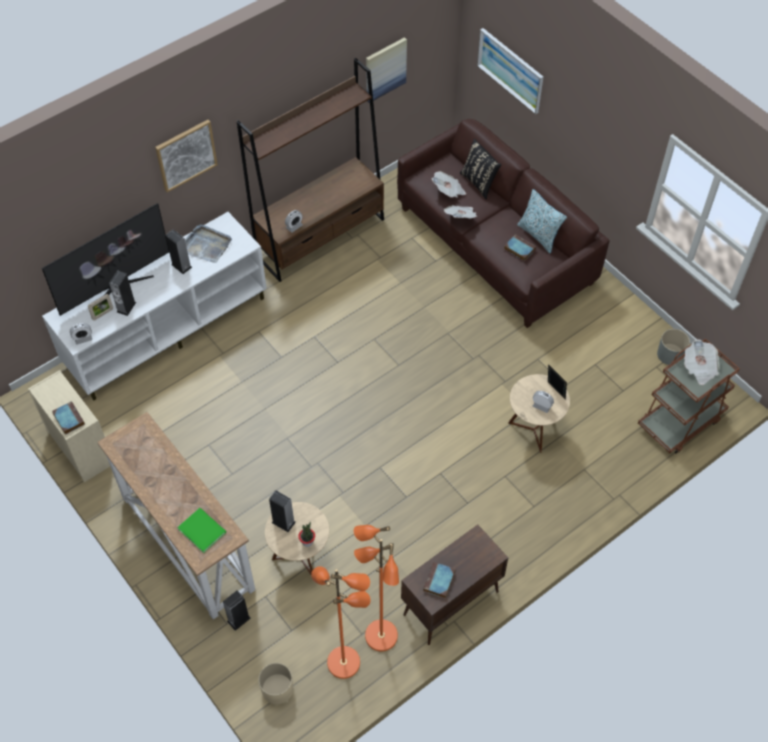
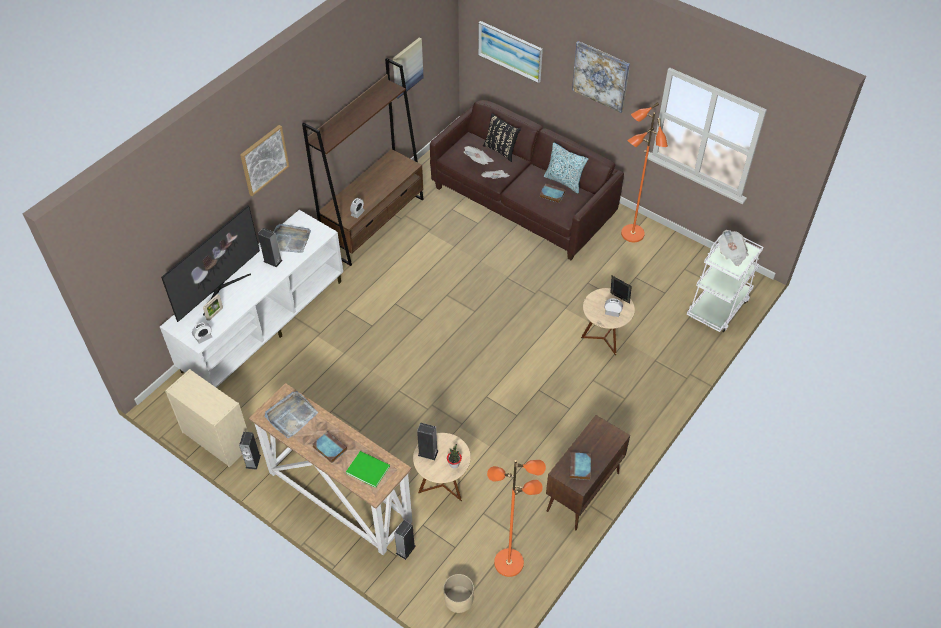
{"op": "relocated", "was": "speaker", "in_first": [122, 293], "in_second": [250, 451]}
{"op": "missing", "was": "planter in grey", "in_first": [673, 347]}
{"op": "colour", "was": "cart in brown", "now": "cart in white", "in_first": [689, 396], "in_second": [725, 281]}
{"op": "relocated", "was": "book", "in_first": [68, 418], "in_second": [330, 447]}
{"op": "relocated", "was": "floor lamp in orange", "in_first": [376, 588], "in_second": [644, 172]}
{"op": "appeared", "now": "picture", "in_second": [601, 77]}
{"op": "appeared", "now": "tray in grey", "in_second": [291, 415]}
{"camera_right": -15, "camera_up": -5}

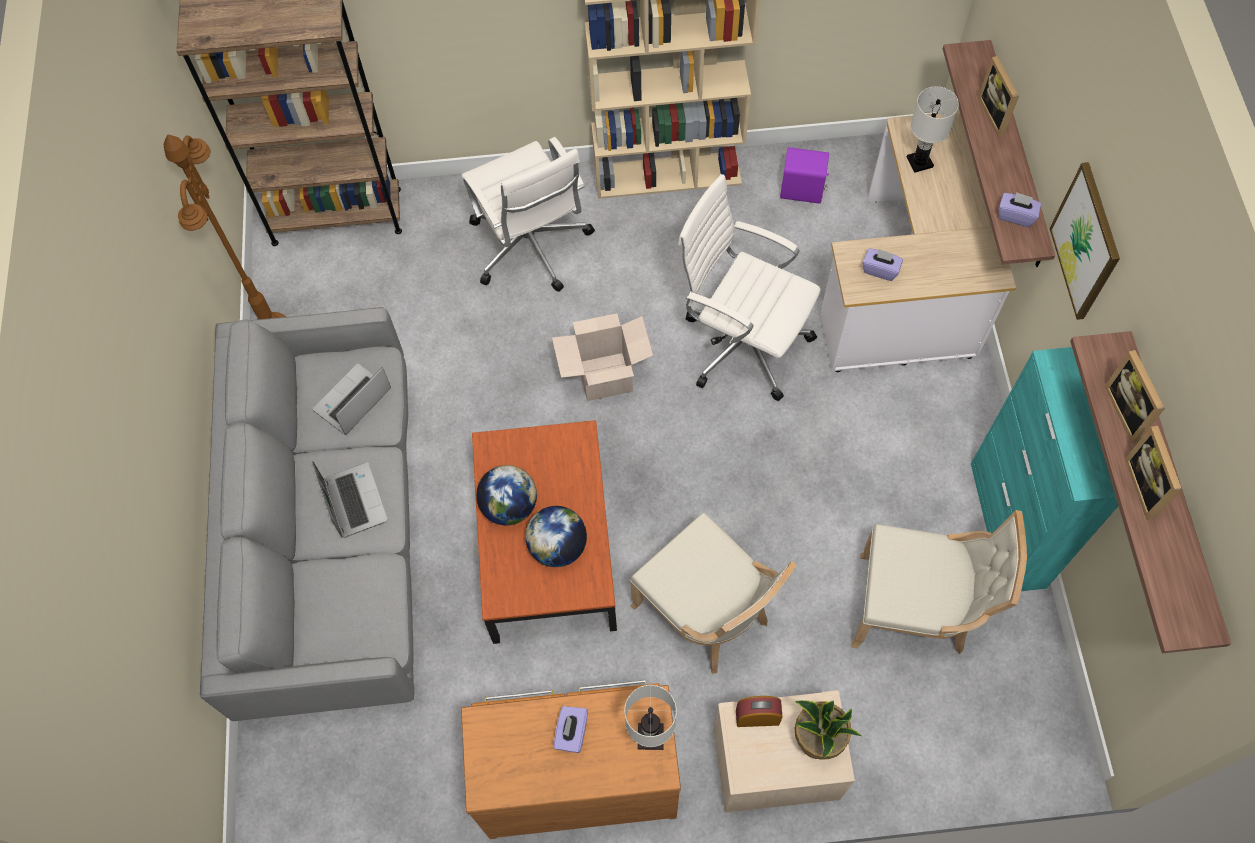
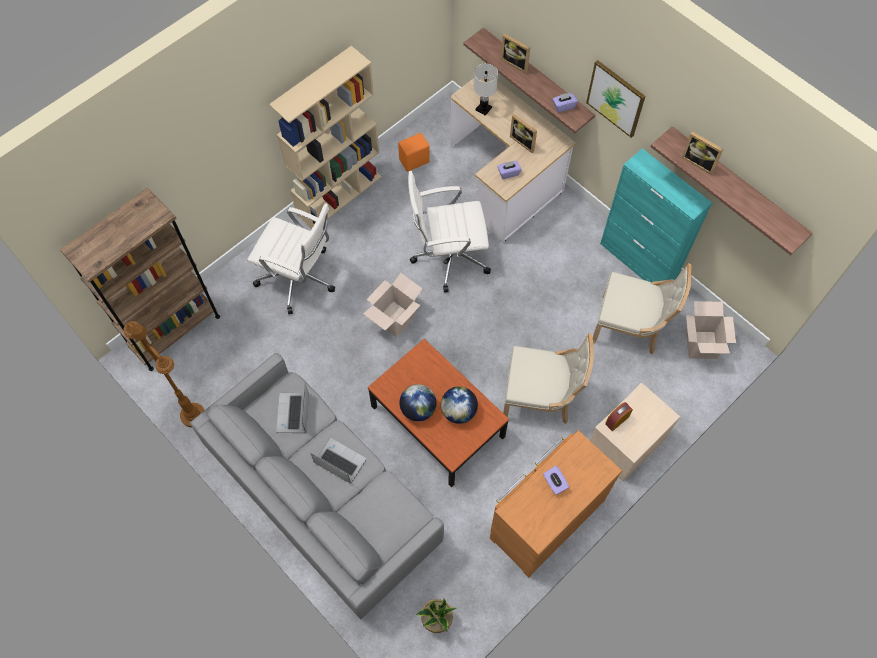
{"op": "colour", "was": "speaker in purple", "now": "speaker in orange", "in_first": [804, 175], "in_second": [414, 152]}
{"op": "relocated", "was": "picture frame", "in_first": [1153, 473], "in_second": [523, 133]}
{"op": "spun", "was": "chair in beige", "in_first": [939, 582], "in_second": [642, 308], "clockwise": 45}
{"op": "missing", "was": "table lamp in white", "in_first": [650, 717]}
{"op": "relocated", "was": "potted plant", "in_first": [828, 729], "in_second": [436, 615]}
{"op": "appeared", "now": "cardboard box", "in_second": [711, 330]}
{"camera_right": -40, "camera_up": 0}

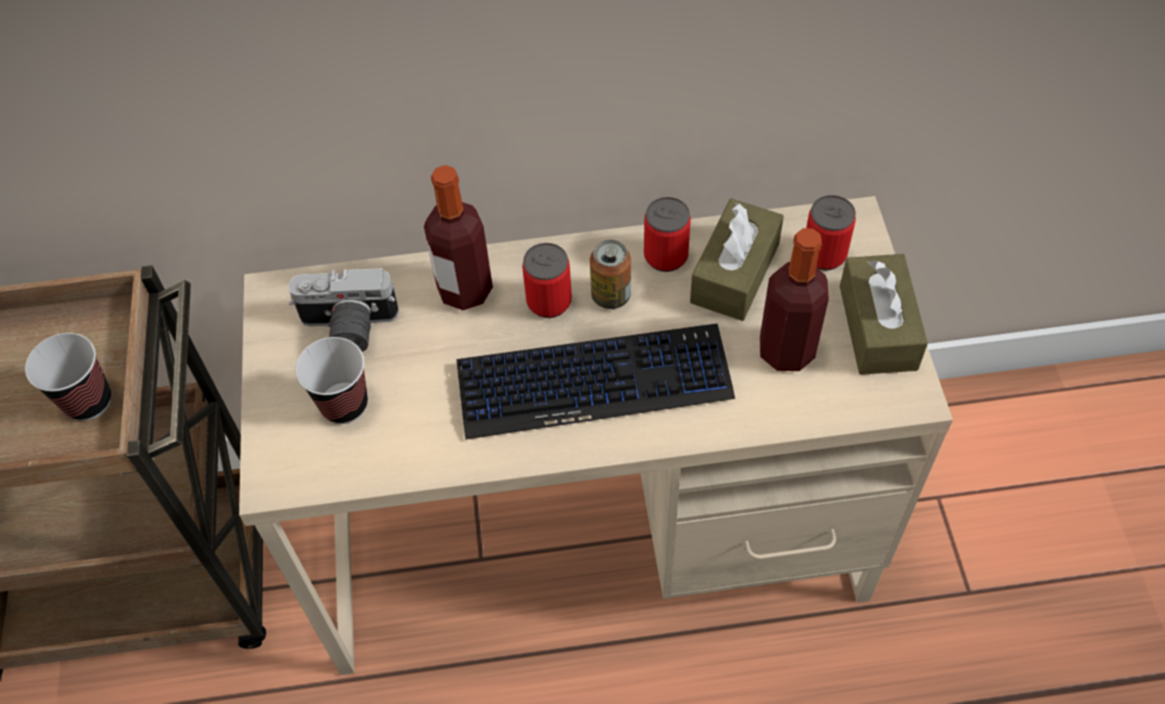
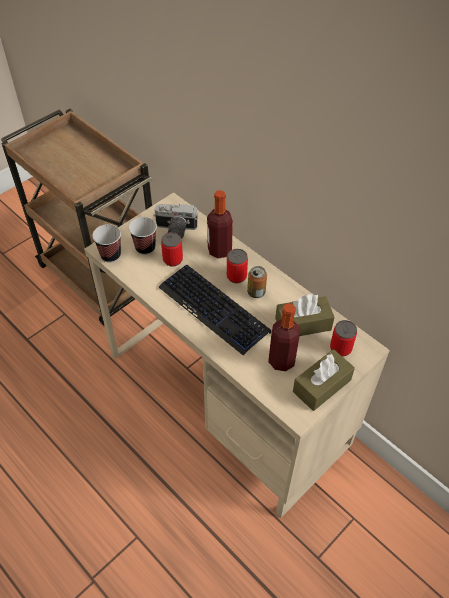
{"op": "relocated", "was": "can", "in_first": [667, 234], "in_second": [172, 249]}
{"op": "spun", "was": "photo camera", "in_first": [344, 310], "in_second": [175, 221], "clockwise": -45}
{"op": "relocated", "was": "cup", "in_first": [68, 377], "in_second": [106, 243]}
{"camera_right": 50, "camera_up": -5}

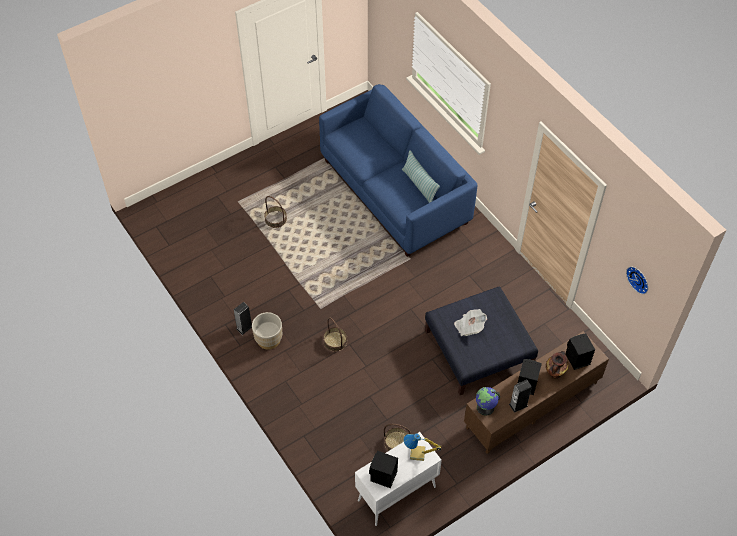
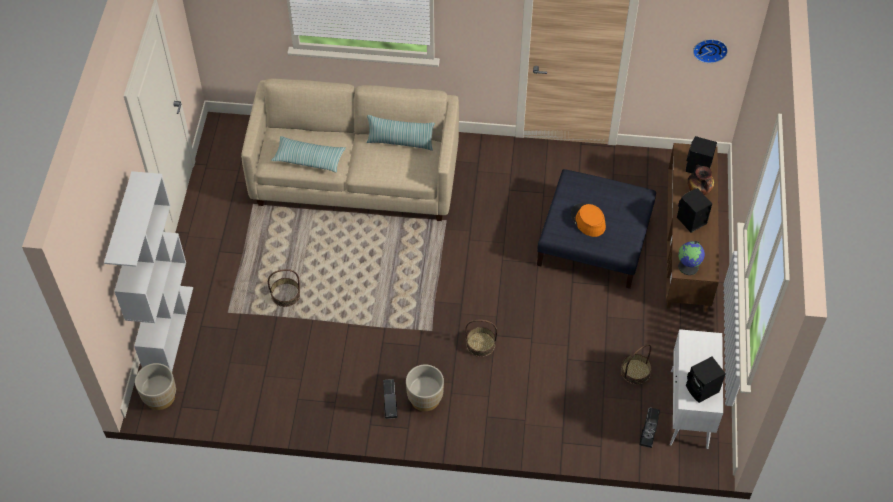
{"op": "colour", "was": "sofa in blue", "now": "sofa in beige", "in_first": [398, 170], "in_second": [350, 150]}
{"op": "exchanged", "was": "newspaper", "now": "hat in orange", "in_first": [470, 322], "in_second": [588, 220]}
{"op": "relocated", "was": "speaker", "in_first": [520, 396], "in_second": [650, 428]}
{"op": "missing", "was": "table lamp", "in_first": [422, 447]}
{"op": "appeared", "now": "pillow", "in_second": [308, 154]}
{"op": "appeared", "now": "bookcase in white", "in_second": [148, 271]}
{"op": "appeared", "now": "planter in beige", "in_second": [155, 386]}
{"camera_right": -50, "camera_up": 0}

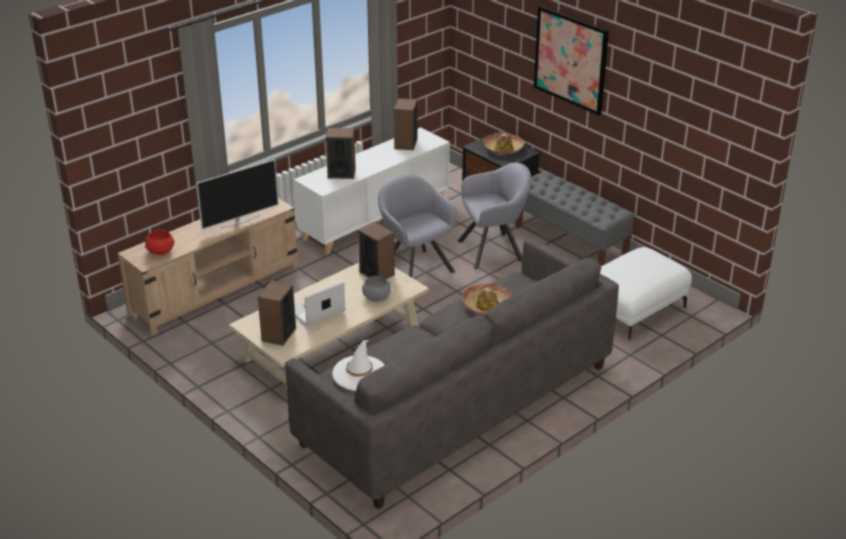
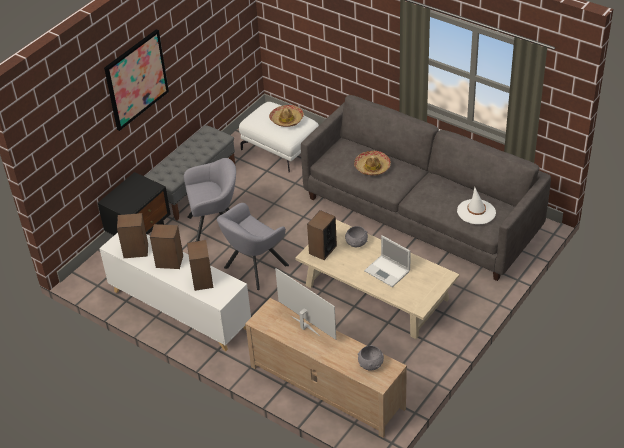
{"op": "relocated", "was": "hat", "in_first": [504, 143], "in_second": [286, 116]}
{"op": "spun", "was": "armchair in grey", "in_first": [494, 215], "in_second": [210, 199], "clockwise": 105}
{"op": "colour", "was": "bowl in red", "now": "bowl in grey", "in_first": [160, 242], "in_second": [371, 358]}
{"op": "relocated", "was": "speaker", "in_first": [277, 313], "in_second": [166, 246]}
{"camera_right": -100, "camera_up": 10}

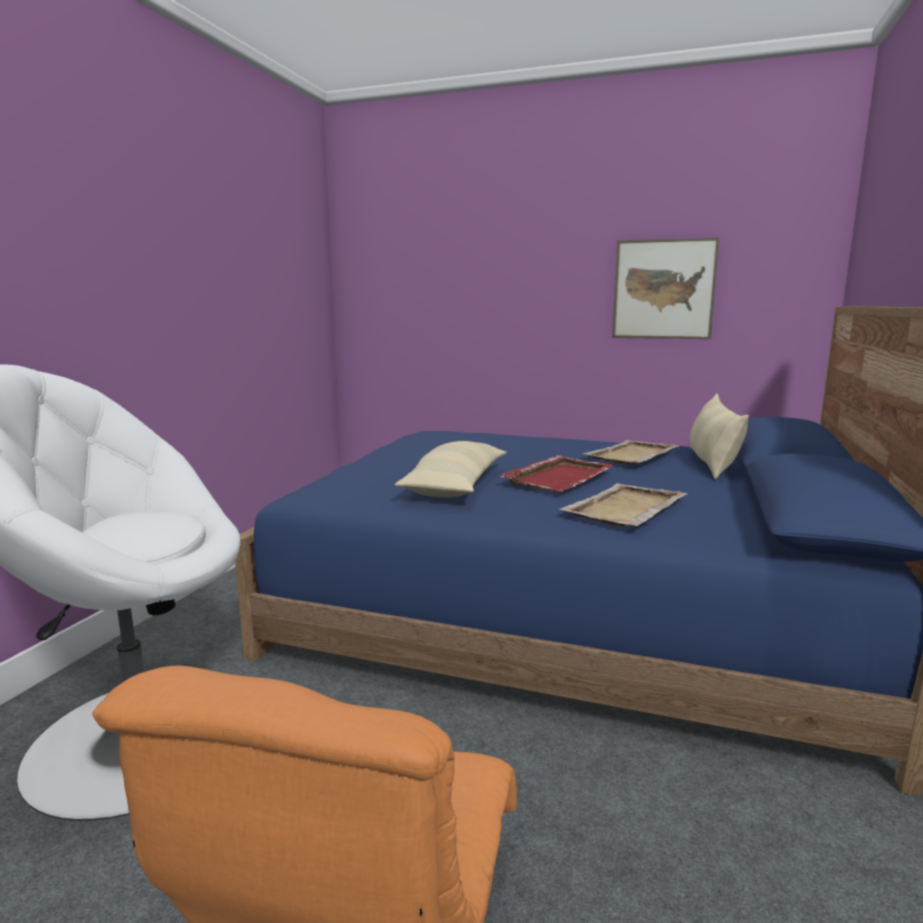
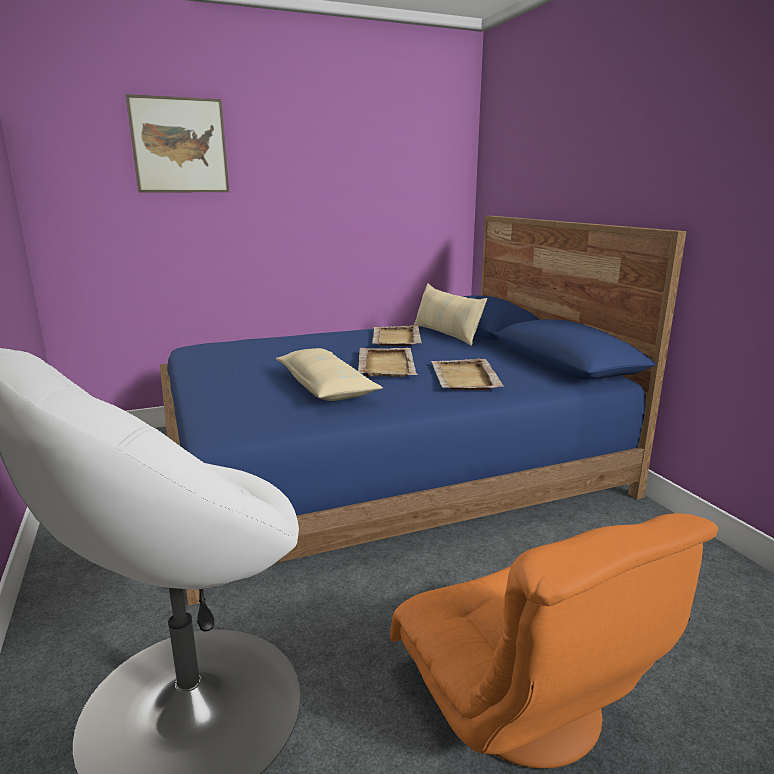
{"op": "relocated", "was": "picture", "in_first": [666, 288], "in_second": [177, 143]}
{"op": "colour", "was": "tray in red", "now": "tray in beige", "in_first": [557, 473], "in_second": [388, 362]}
{"camera_right": -40, "camera_up": 5}

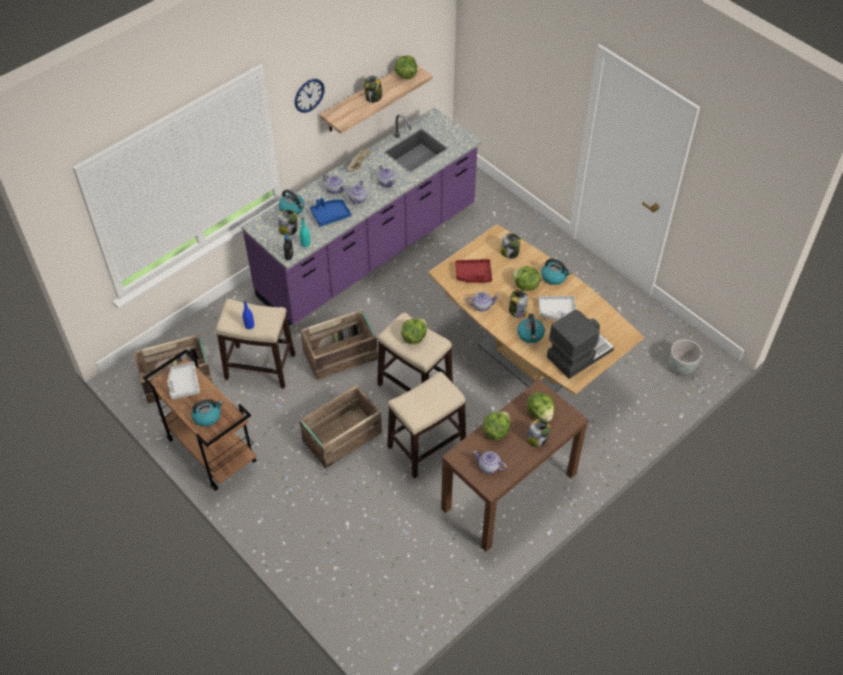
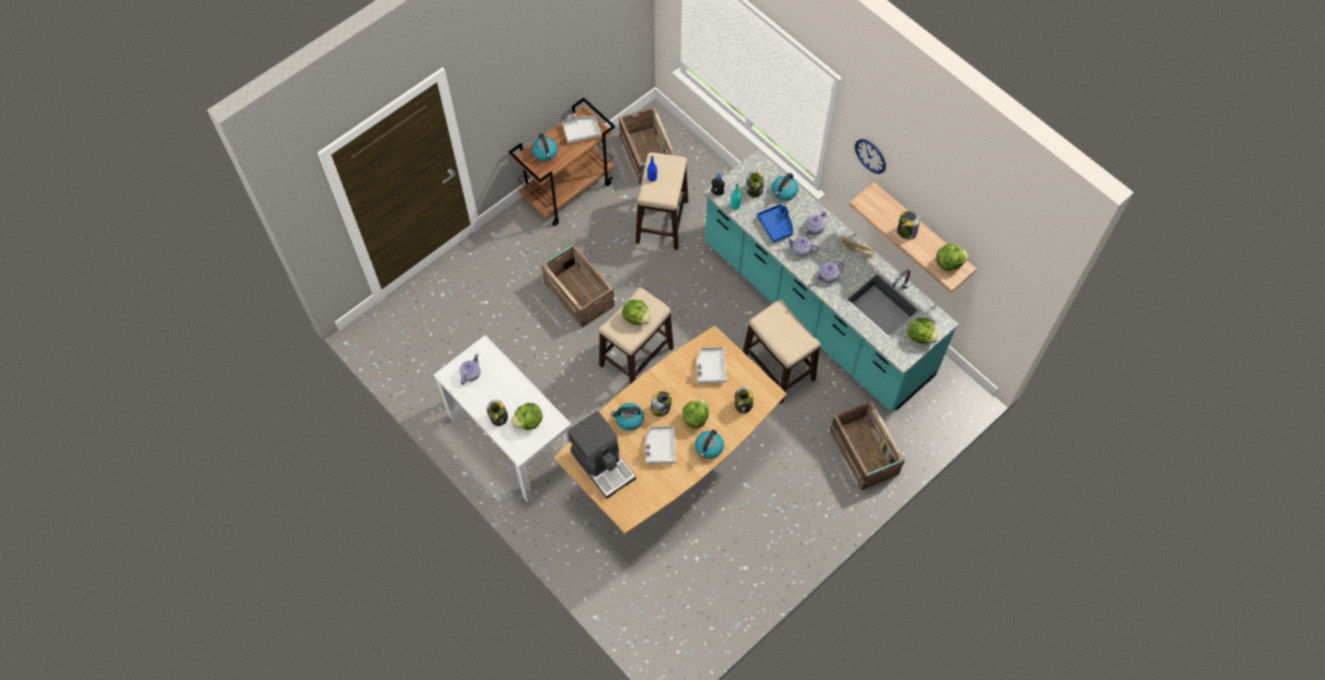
{"op": "colour", "was": "counter in purple", "now": "counter in turquoise", "in_first": [361, 216], "in_second": [831, 281]}
{"op": "colour", "was": "tray in red", "now": "tray in grey", "in_first": [473, 271], "in_second": [712, 365]}
{"op": "missing", "was": "teapot", "in_first": [482, 302]}
{"op": "relocated", "was": "crate", "in_first": [339, 344], "in_second": [867, 445]}
{"op": "missing", "was": "planter in grey", "in_first": [685, 357]}
{"op": "relocated", "was": "stool", "in_first": [426, 425], "in_second": [782, 351]}
{"op": "colour", "was": "console table in brown", "now": "console table in white", "in_first": [515, 465], "in_second": [502, 419]}
{"op": "relocated", "was": "lettuce", "in_first": [496, 426], "in_second": [923, 331]}
{"camera_right": 90, "camera_up": 10}

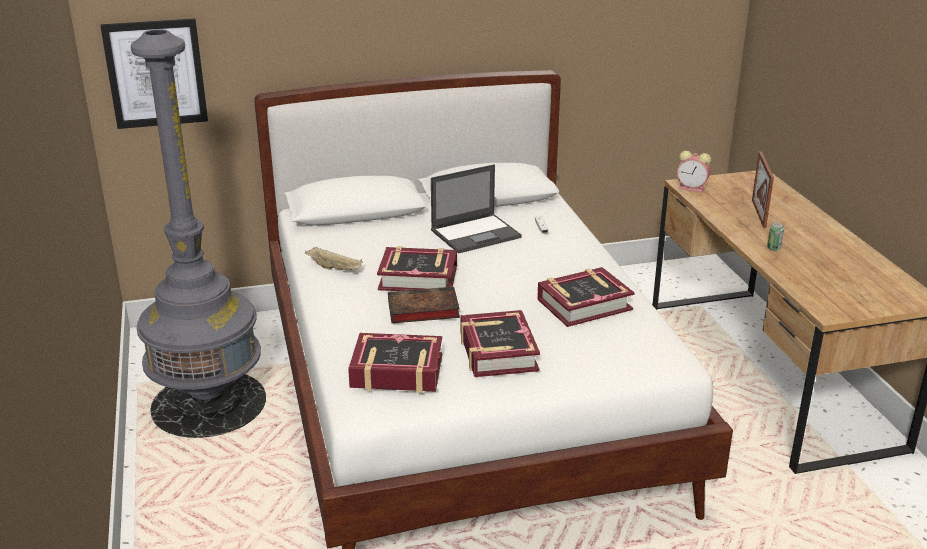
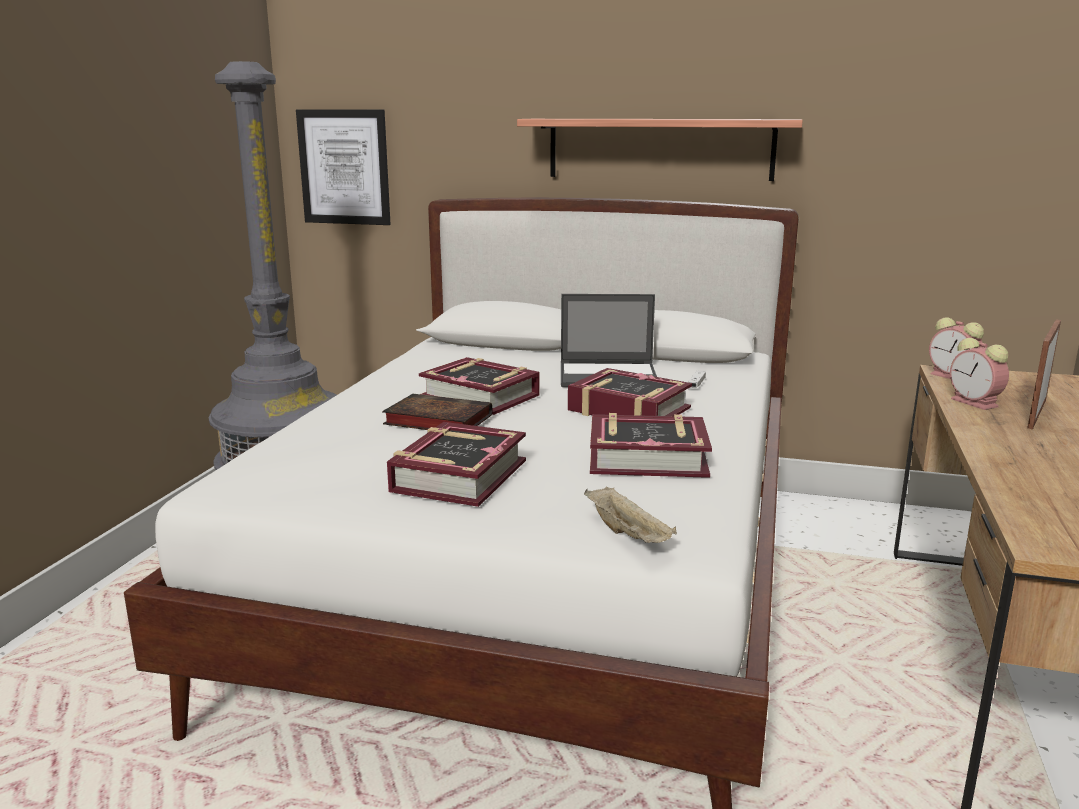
{"op": "missing", "was": "can", "in_first": [775, 237]}
{"op": "relocated", "was": "tray in beige", "in_first": [334, 258], "in_second": [630, 515]}
{"op": "relocated", "was": "book", "in_first": [395, 363], "in_second": [630, 392]}
{"op": "appeared", "now": "shelf", "in_second": [660, 150]}
{"op": "appeared", "now": "alarm clock", "in_second": [979, 374]}
{"camera_right": 30, "camera_up": -10}

